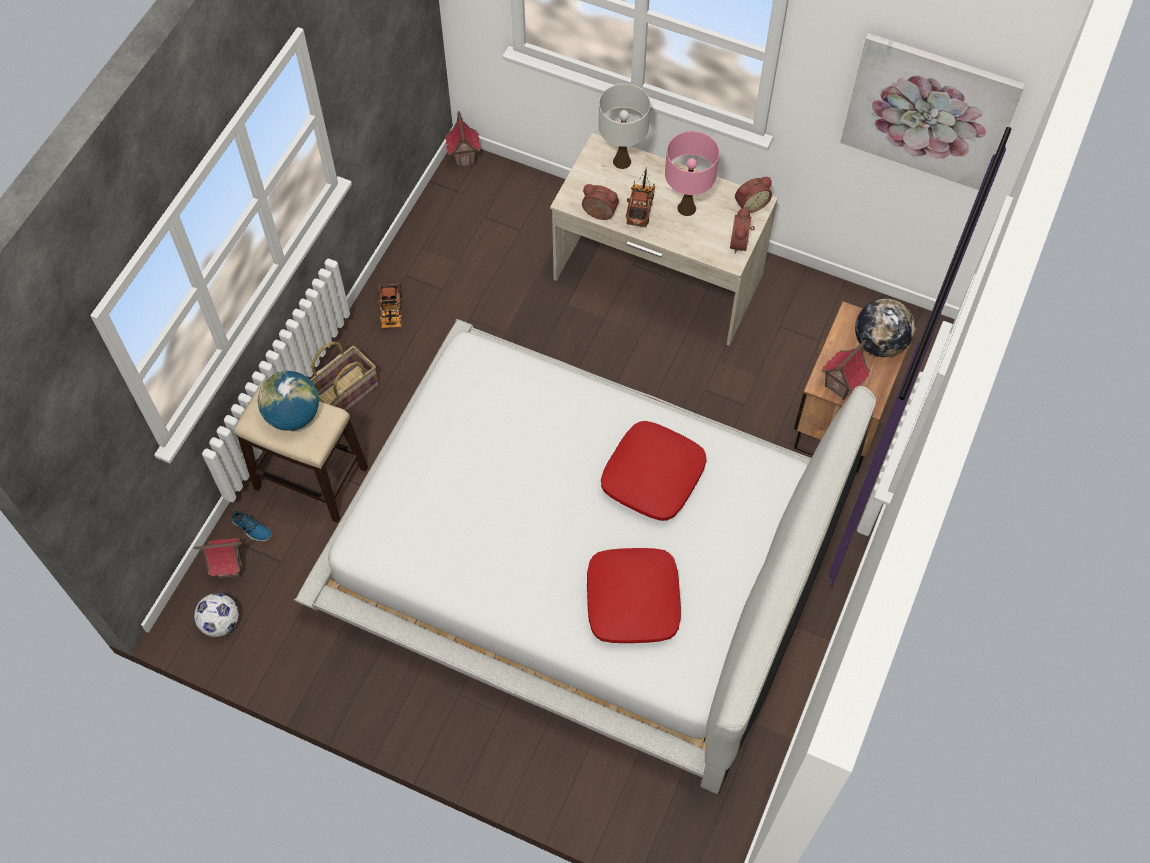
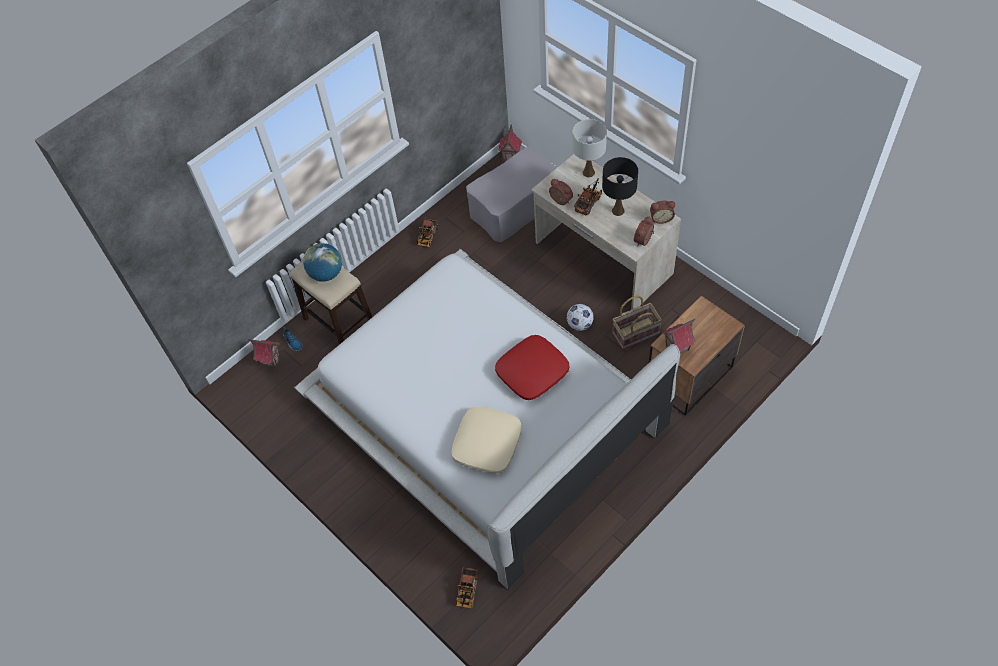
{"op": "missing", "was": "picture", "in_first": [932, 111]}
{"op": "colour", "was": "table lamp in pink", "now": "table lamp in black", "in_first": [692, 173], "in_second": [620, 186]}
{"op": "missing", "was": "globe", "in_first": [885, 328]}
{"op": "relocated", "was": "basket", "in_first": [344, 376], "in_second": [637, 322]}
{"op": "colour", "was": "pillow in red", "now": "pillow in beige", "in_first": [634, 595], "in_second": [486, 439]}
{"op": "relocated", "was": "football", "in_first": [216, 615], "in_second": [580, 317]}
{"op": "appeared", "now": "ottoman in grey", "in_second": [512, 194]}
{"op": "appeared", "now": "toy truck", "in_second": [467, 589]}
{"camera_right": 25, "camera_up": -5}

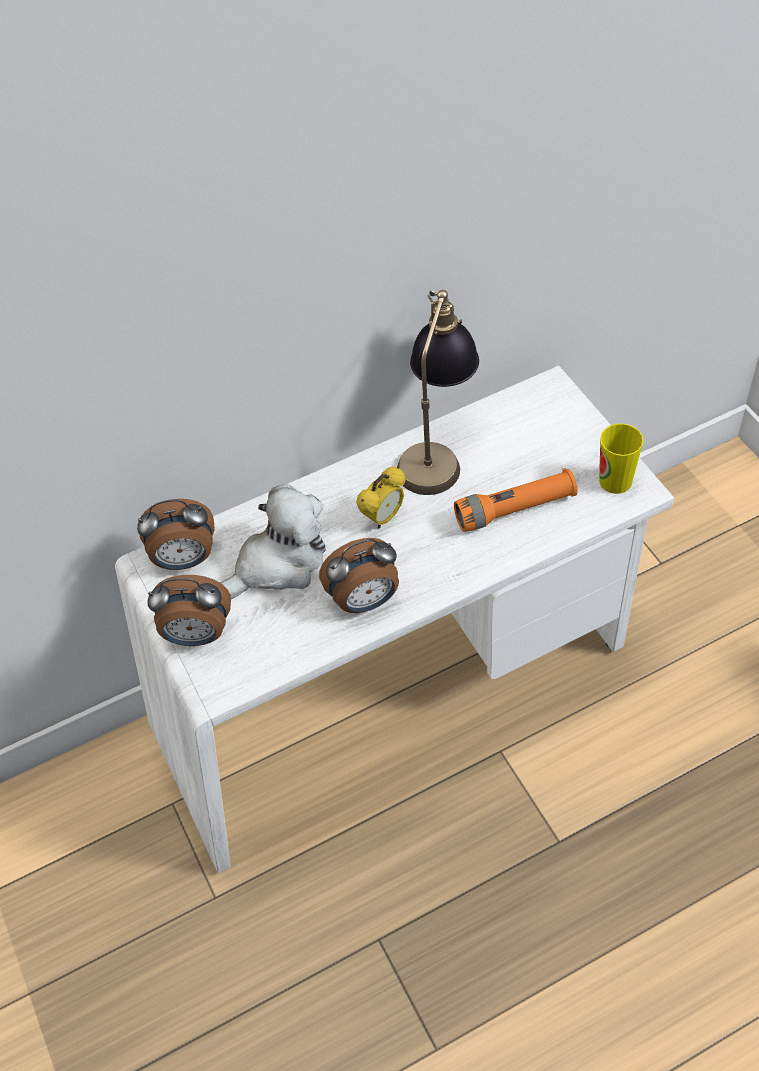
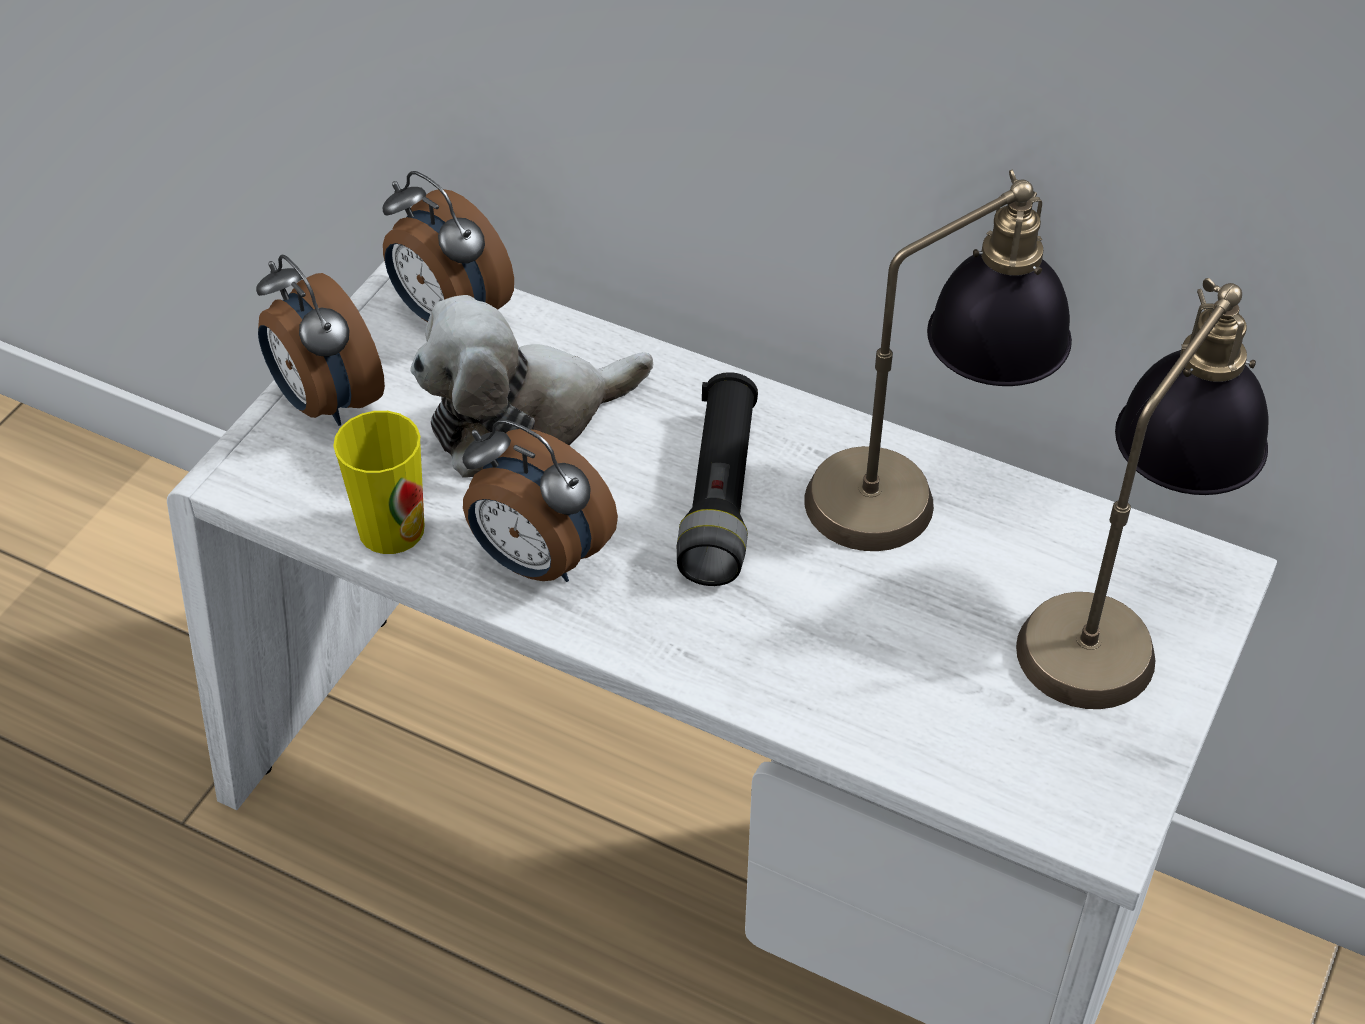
{"op": "relocated", "was": "cup", "in_first": [621, 458], "in_second": [378, 482]}
{"op": "exchanged", "was": "alarm clock", "now": "flashlight in black", "in_first": [381, 497], "in_second": [717, 479]}
{"op": "missing", "was": "flashlight in orange", "in_first": [516, 500]}
{"op": "spun", "was": "plush toy", "in_first": [272, 541], "in_second": [531, 386], "clockwise": 135}
{"op": "appeared", "now": "table lamp", "in_second": [1142, 493]}
{"camera_right": 50, "camera_up": -5}

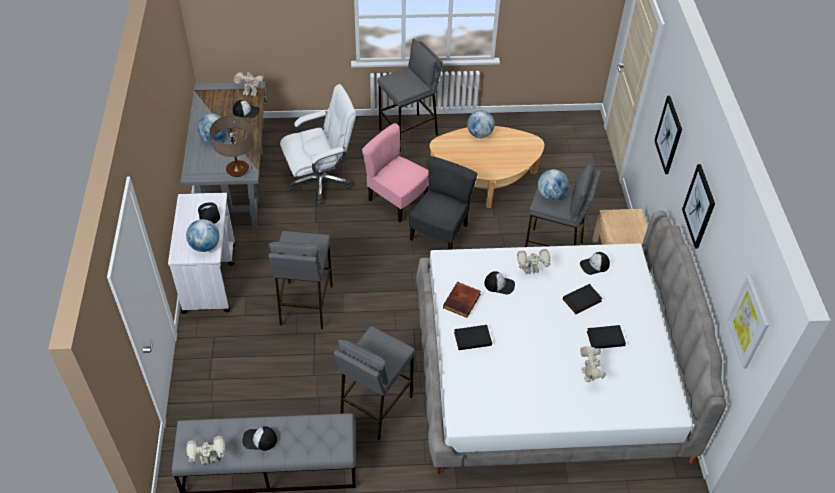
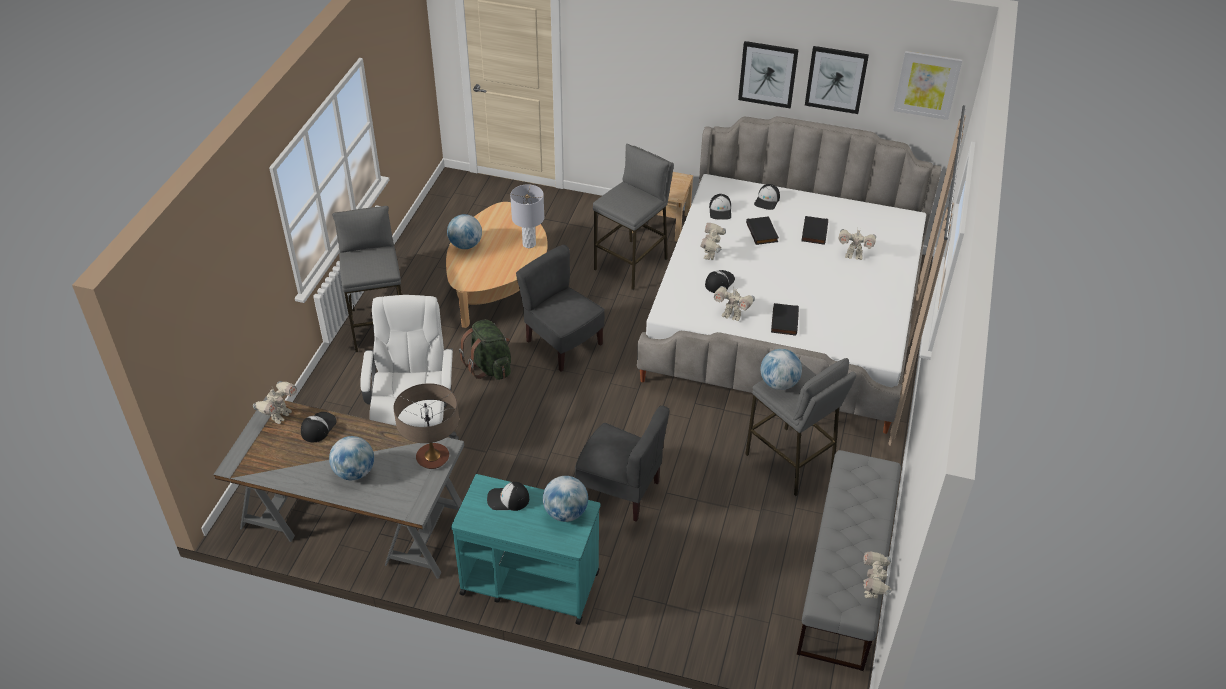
{"op": "relocated", "was": "picture", "in_first": [668, 135], "in_second": [837, 80]}
{"op": "exchanged", "was": "chair in pink", "now": "backpack in green", "in_first": [395, 172], "in_second": [485, 349]}
{"op": "relocated", "was": "globe", "in_first": [553, 184], "in_second": [781, 369]}
{"op": "colour", "was": "cart in white", "now": "cart in turquoise", "in_first": [202, 253], "in_second": [525, 549]}
{"op": "exchanged", "was": "stool in grey", "now": "chair in grey", "in_first": [300, 280], "in_second": [622, 464]}
{"op": "exchanged", "was": "book", "now": "toy robot", "in_first": [462, 300], "in_second": [734, 303]}
{"op": "relocated", "was": "cap", "in_first": [259, 438], "in_second": [767, 197]}
{"op": "appeared", "now": "table lamp in grey", "in_second": [527, 216]}
{"camera_right": -70, "camera_up": -5}

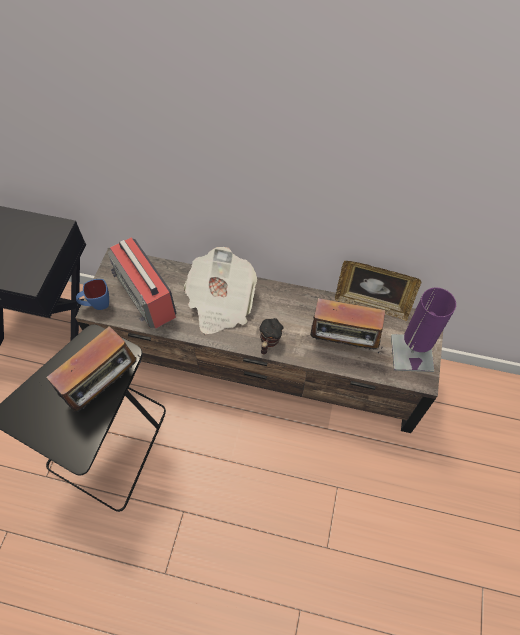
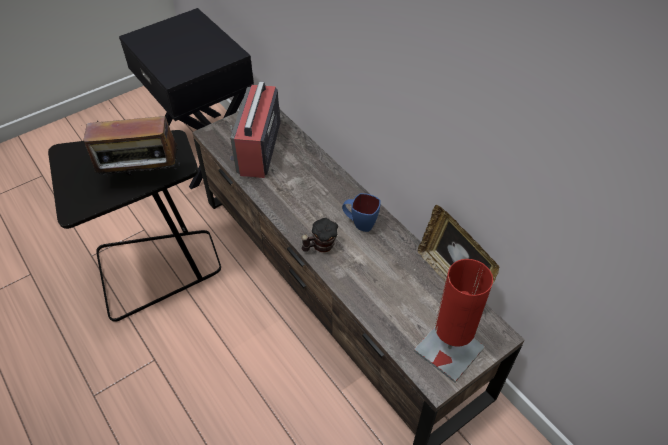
{"op": "missing", "was": "newspaper", "in_first": [220, 290]}
{"op": "relocated", "was": "mug in blue", "in_first": [92, 294], "in_second": [361, 212]}
{"op": "colour", "was": "table lamp in purple", "now": "table lamp in red", "in_first": [423, 330], "in_second": [453, 320]}
{"op": "missing", "was": "radio", "in_first": [345, 325]}
{"camera_right": 40, "camera_up": -10}

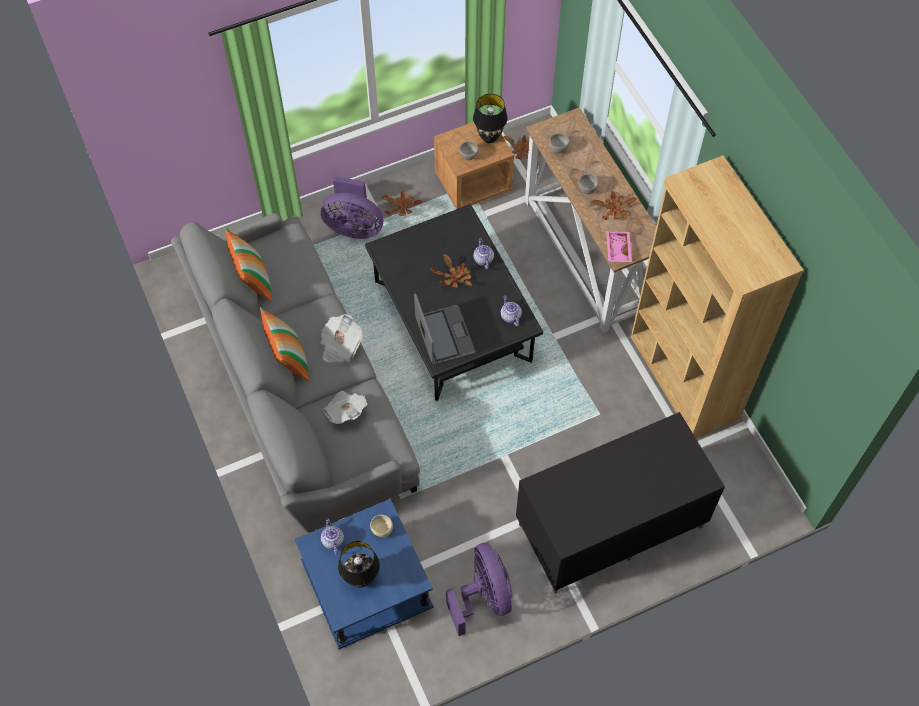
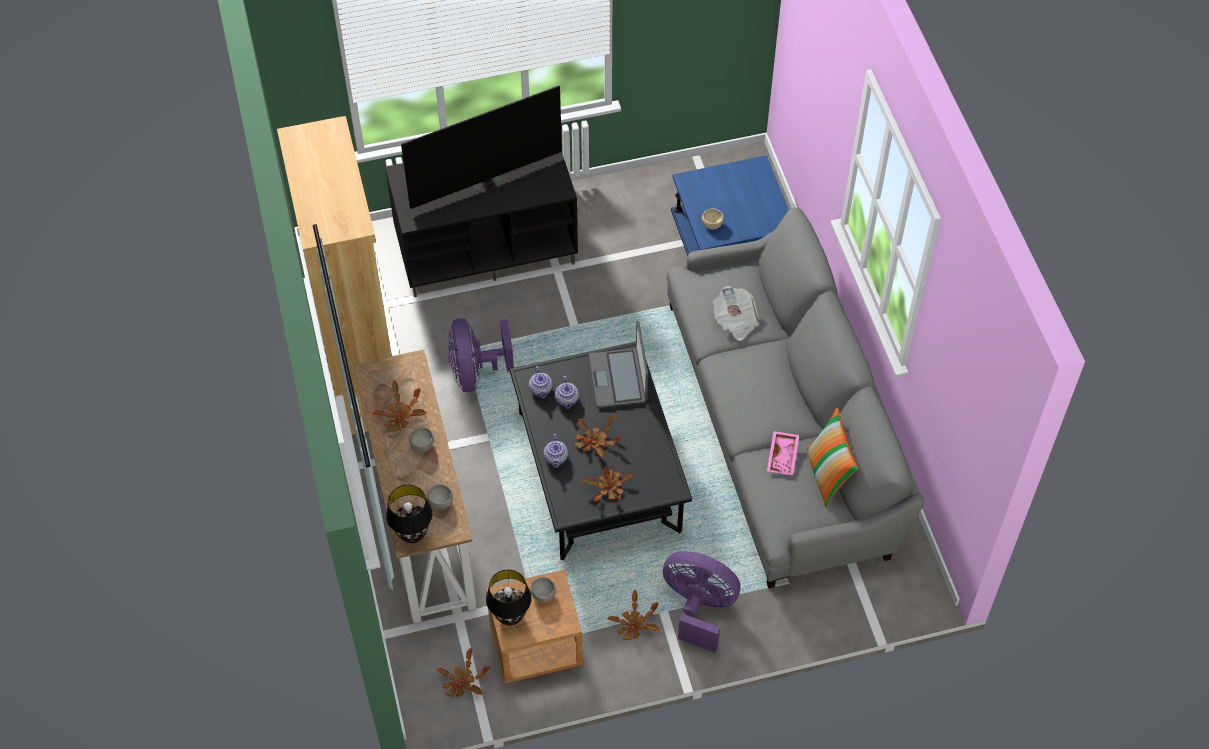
{"op": "relocated", "was": "tray in pink", "in_first": [619, 246], "in_second": [783, 453]}
{"op": "missing", "was": "pillow", "in_first": [284, 344]}
{"op": "missing", "was": "newspaper", "in_first": [342, 338]}
{"op": "relocated", "was": "teapot", "in_first": [332, 536], "in_second": [567, 392]}
{"op": "relocated", "was": "table lamp in black", "in_first": [359, 564], "in_second": [409, 514]}
{"op": "relocated", "was": "fan in purple", "in_first": [479, 589], "in_second": [481, 355]}
{"op": "appeared", "now": "television", "in_second": [481, 147]}
{"op": "appeared", "now": "potted plant", "in_second": [607, 484]}
{"camera_right": -170, "camera_up": -5}

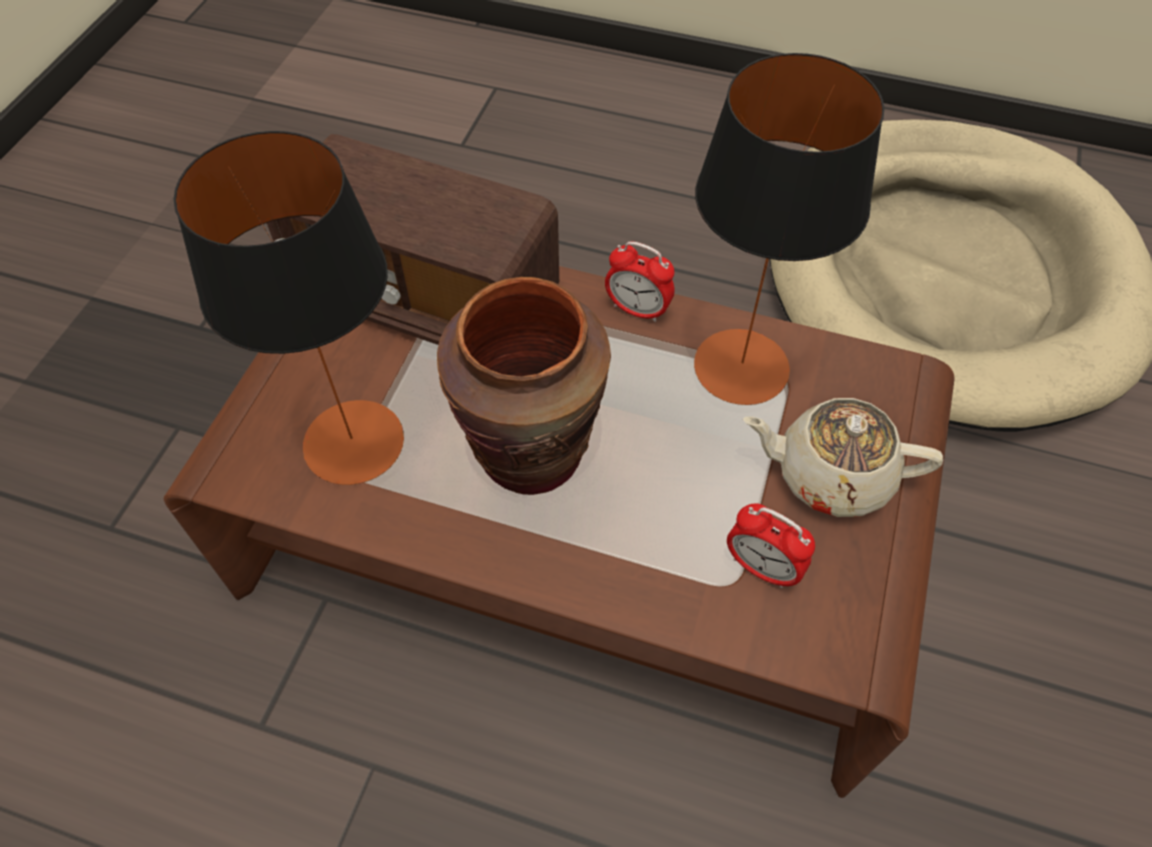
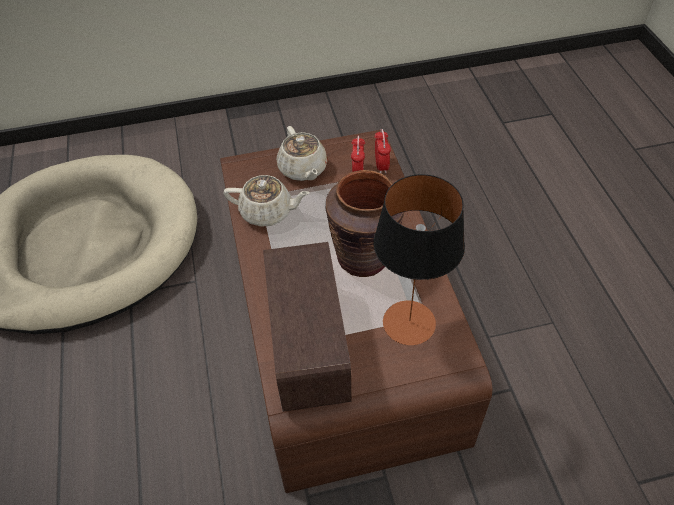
{"op": "exchanged", "was": "table lamp", "now": "teapot in beige", "in_first": [789, 229], "in_second": [266, 201]}
{"op": "relocated", "was": "alarm clock", "in_first": [640, 281], "in_second": [383, 151]}
{"camera_right": -120, "camera_up": -5}

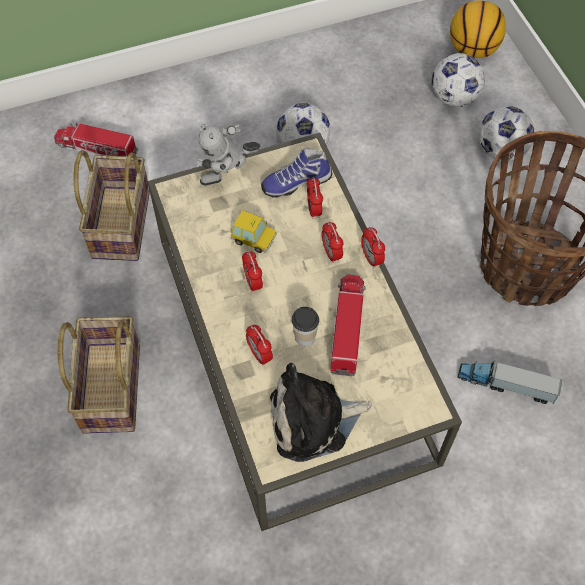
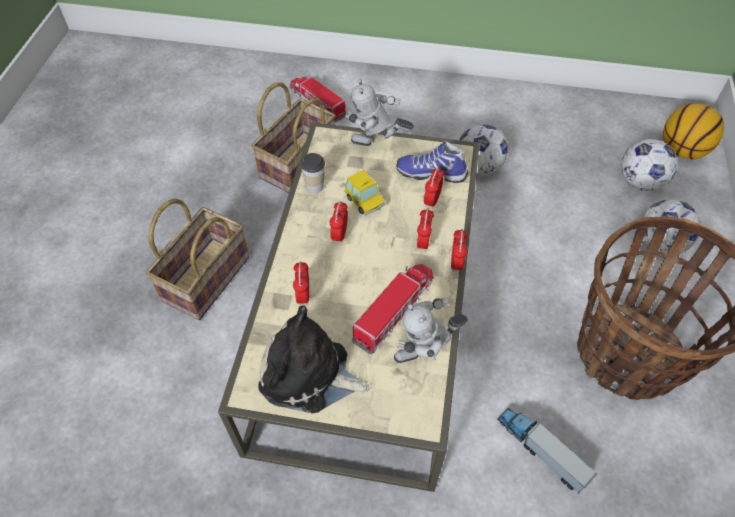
{"op": "relocated", "was": "cup", "in_first": [305, 326], "in_second": [312, 173]}
{"op": "appeared", "now": "toy robot", "in_second": [431, 330]}
{"camera_right": 30, "camera_up": -5}

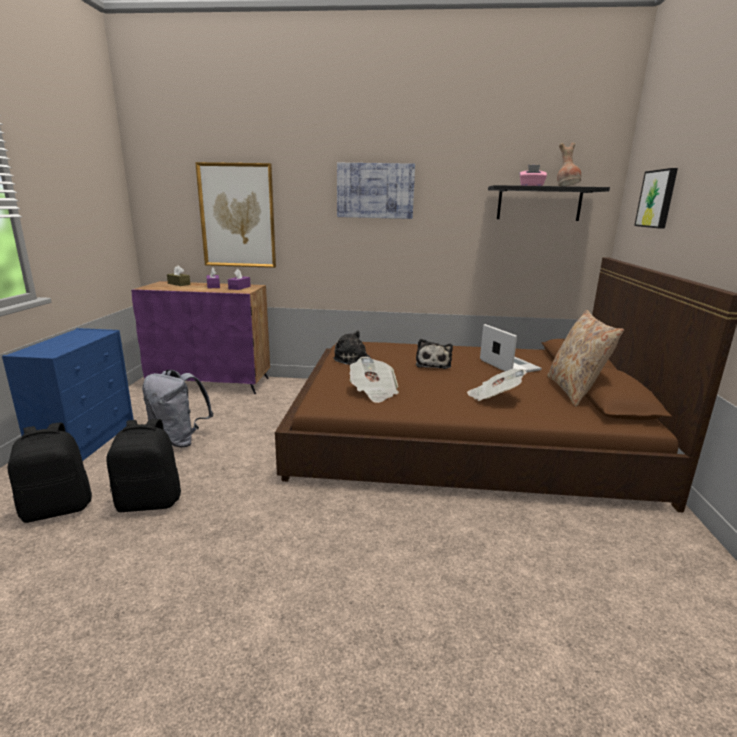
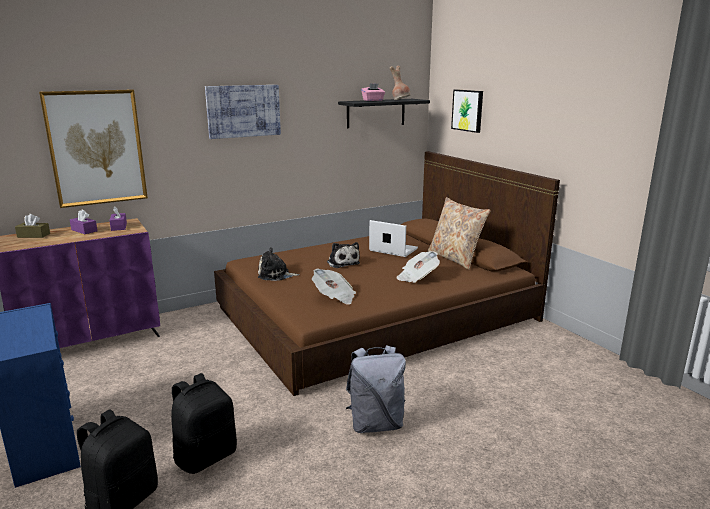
{"op": "relocated", "was": "backpack in grey", "in_first": [177, 408], "in_second": [376, 389]}
{"camera_right": -35, "camera_up": 0}

